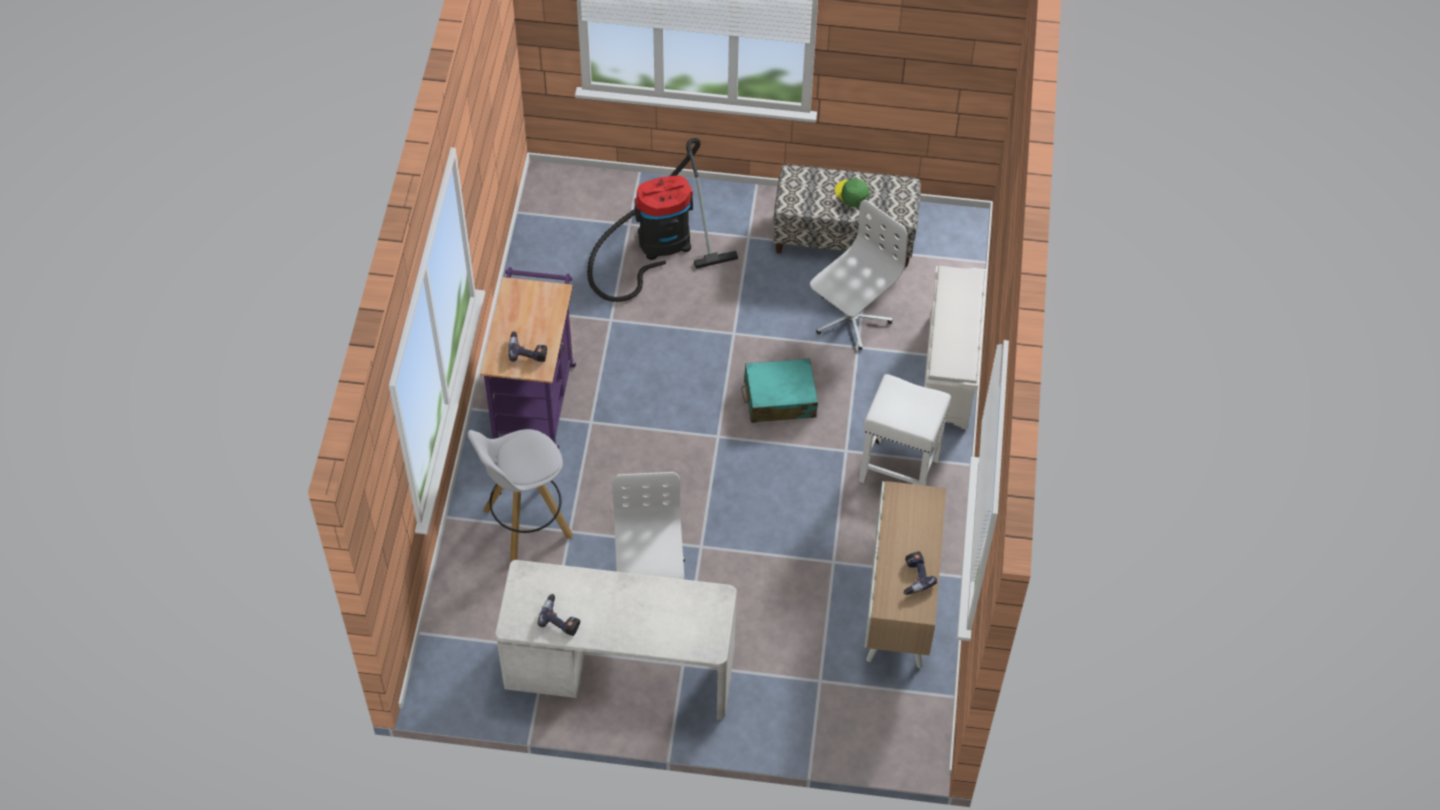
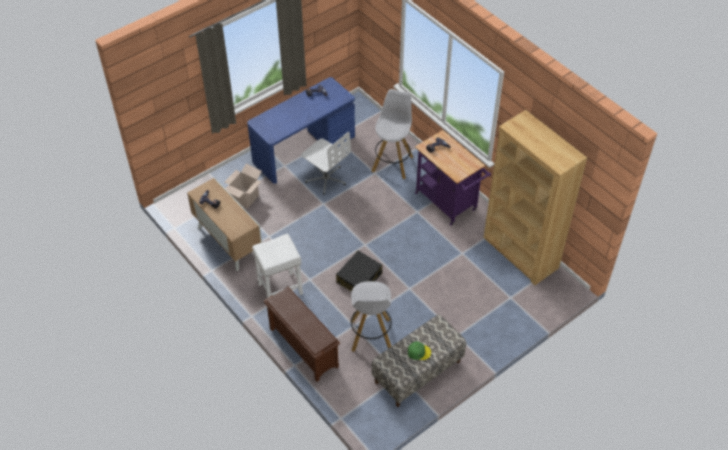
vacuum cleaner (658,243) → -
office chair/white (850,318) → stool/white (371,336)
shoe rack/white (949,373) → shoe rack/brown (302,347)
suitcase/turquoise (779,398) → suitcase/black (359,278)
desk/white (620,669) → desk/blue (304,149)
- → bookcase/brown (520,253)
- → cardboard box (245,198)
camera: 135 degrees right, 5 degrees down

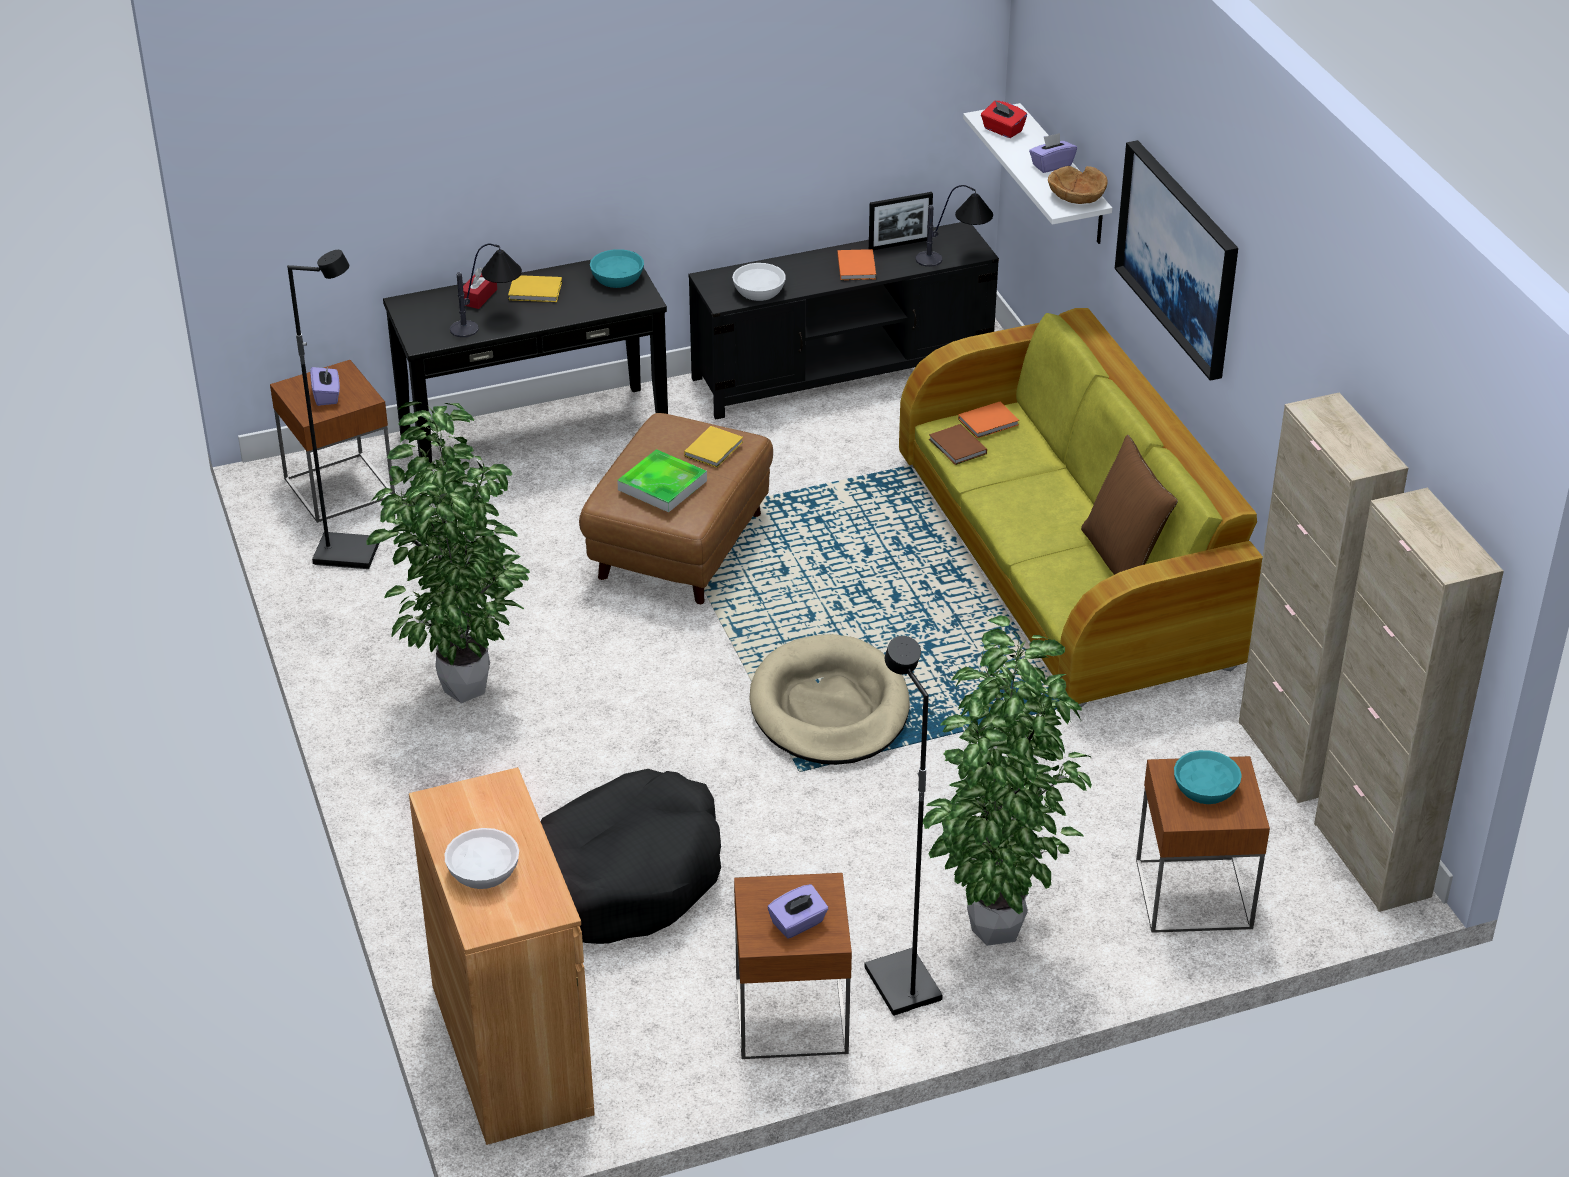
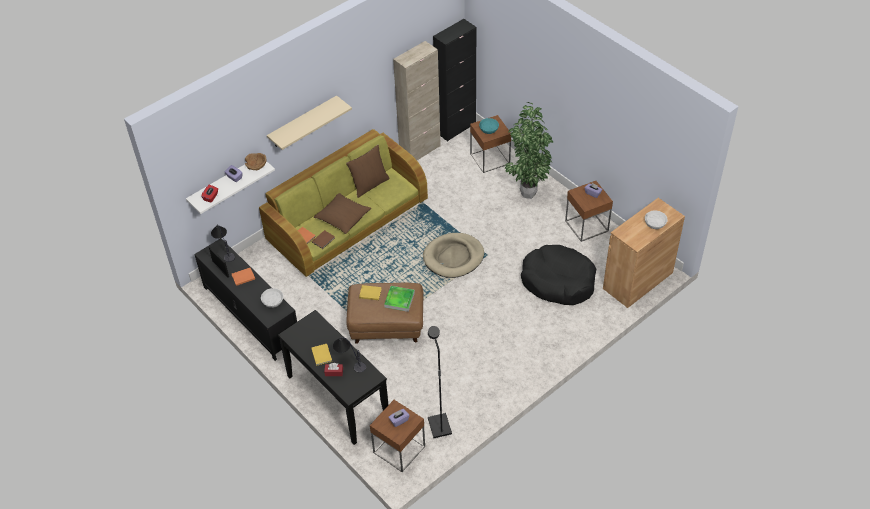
picture (1179,257) → shelf/beige (303,122)
bowl/turquoise (616,278) → -
potted plant (462,692) → -
cabinet/beige (1371,860) → cabinet/black (456,128)
floor lamp/black (900,985) → -
- → pillow/brown (343,217)
camera: 110 degrees left, 10 degrees up

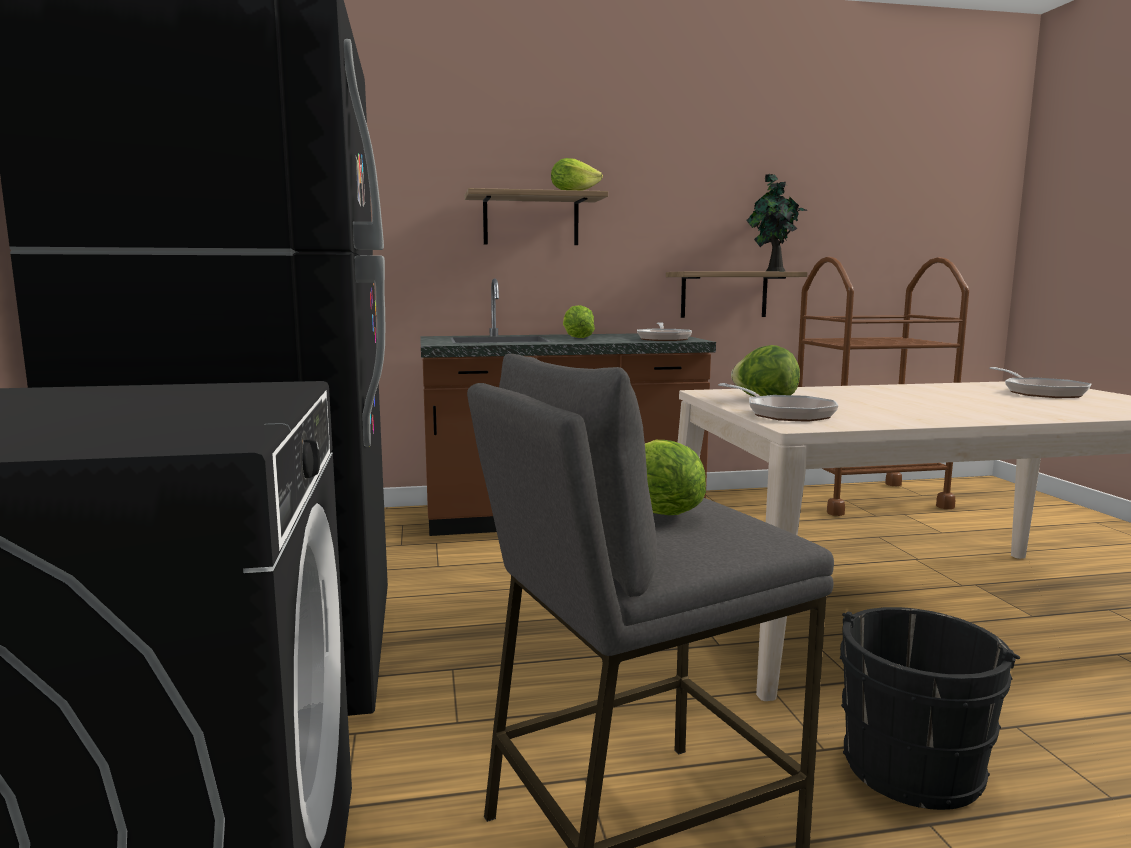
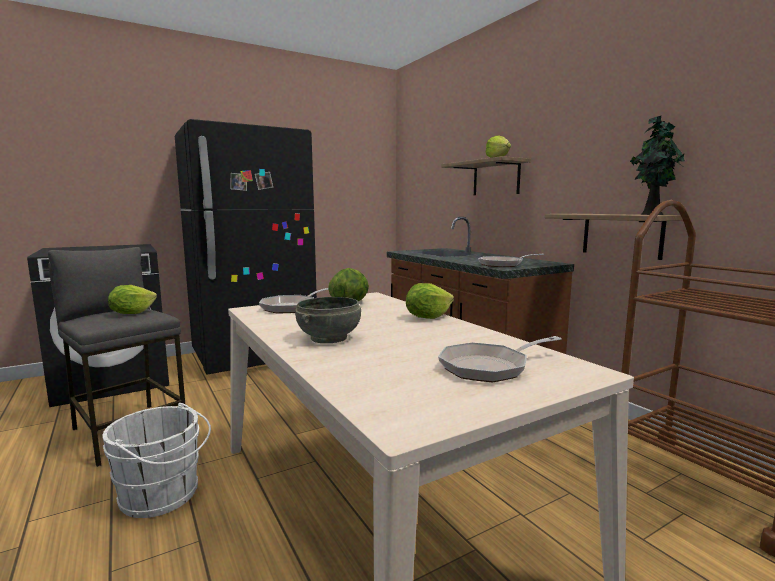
lettuce (577,338) → lettuce (427,317), relocated
bucket/black (914,763) → bucket/white (163,496)
- → bowl/grey (329,338)
camera: 70 degrees right, 0 degrees up

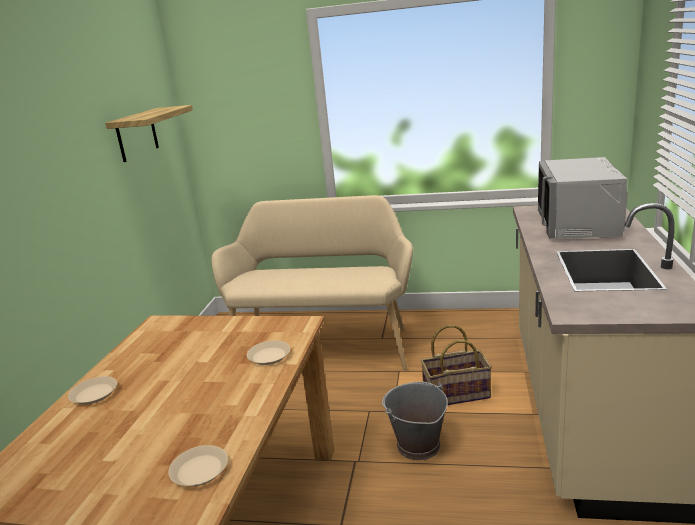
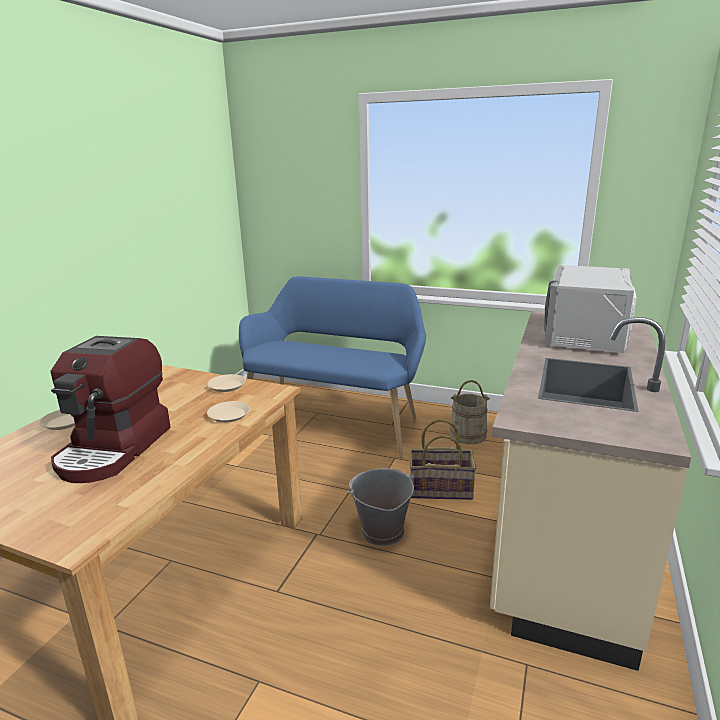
shelf (137,134) → -
bench/beige (323,345) → bench/blue (335,422)
plate/beige (199,470) → plate/beige (226,386), relocated
- → coffee machine (115,449)
- → bucket/beige (468,435)
camera: 10 degrees right, 0 degrees up

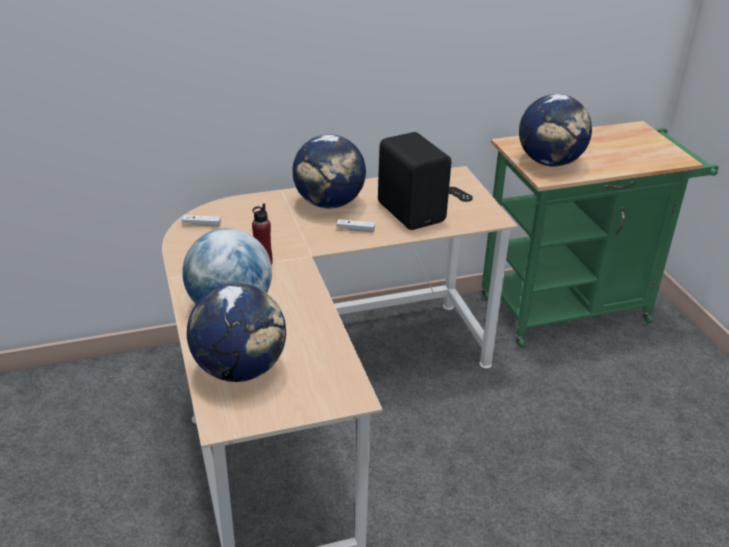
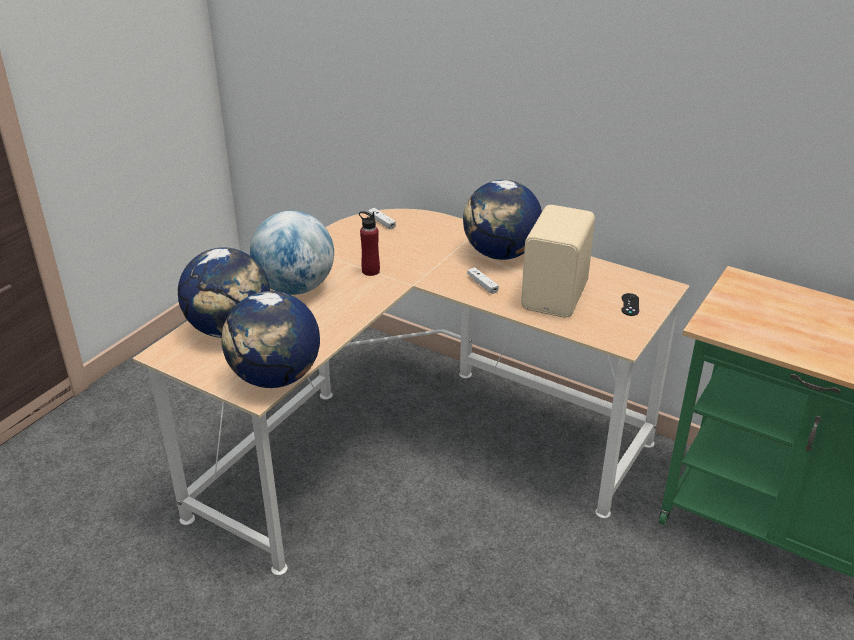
globe (550,162) → globe (275,378), relocated
speaker/black (412,211) → speaker/beige (557,296)
camera: 50 degrees right, 0 degrees up

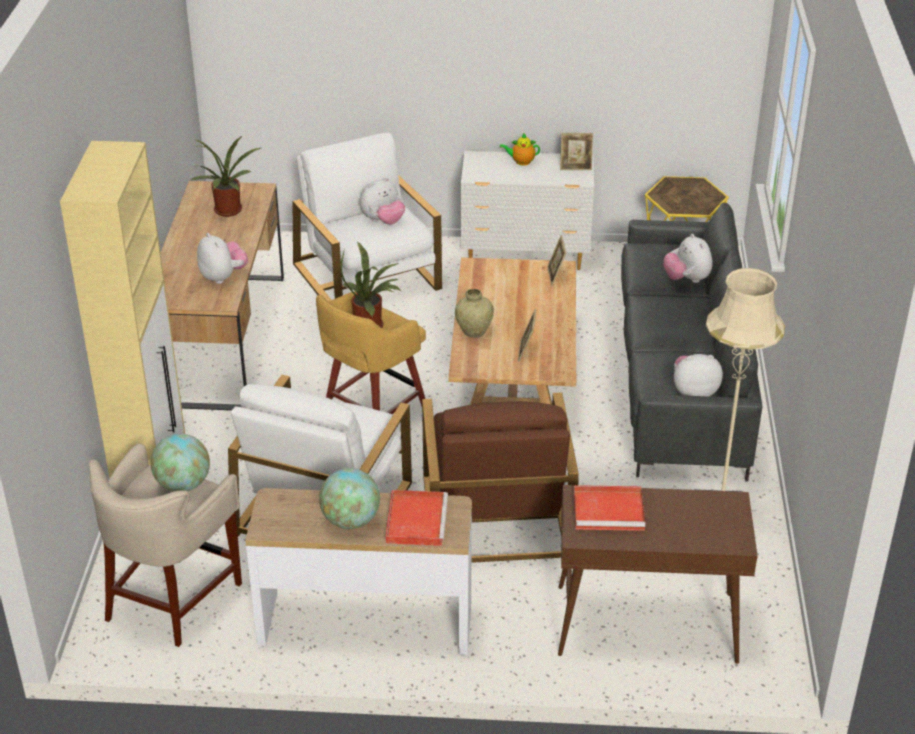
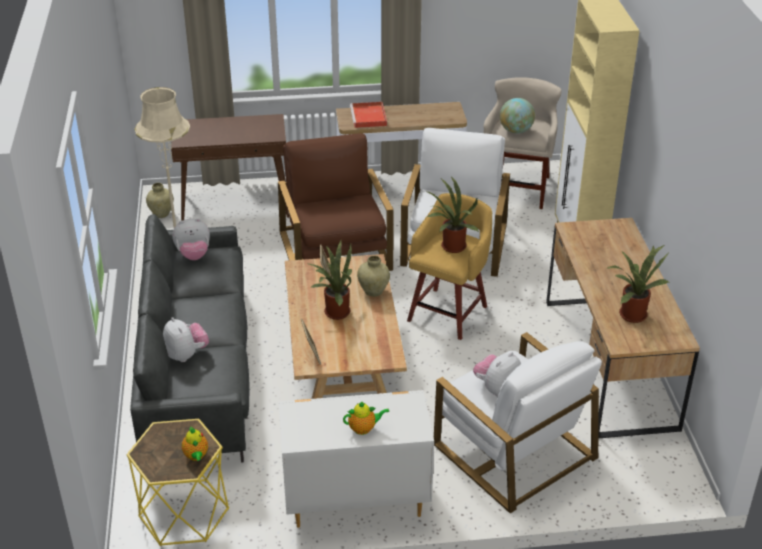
picture frame (575,167) → -
plush toy (223,277) → -
globe (350,520) → -
tray/red (610,510) → -
- → vase/beige (161,214)
- → potted plant (334,312)
- → teapot (196,456)
camera: 170 degrees right, 0 degrees up

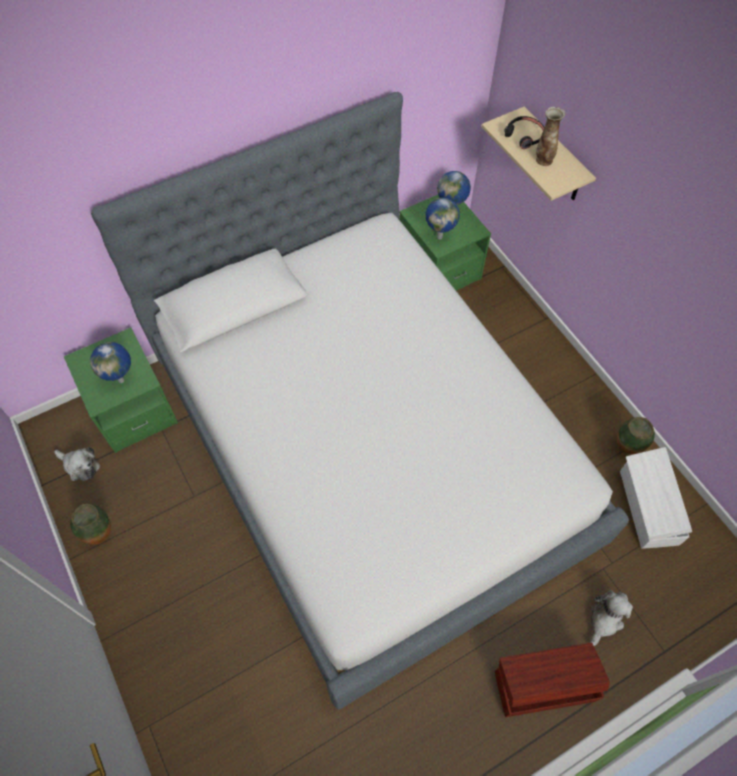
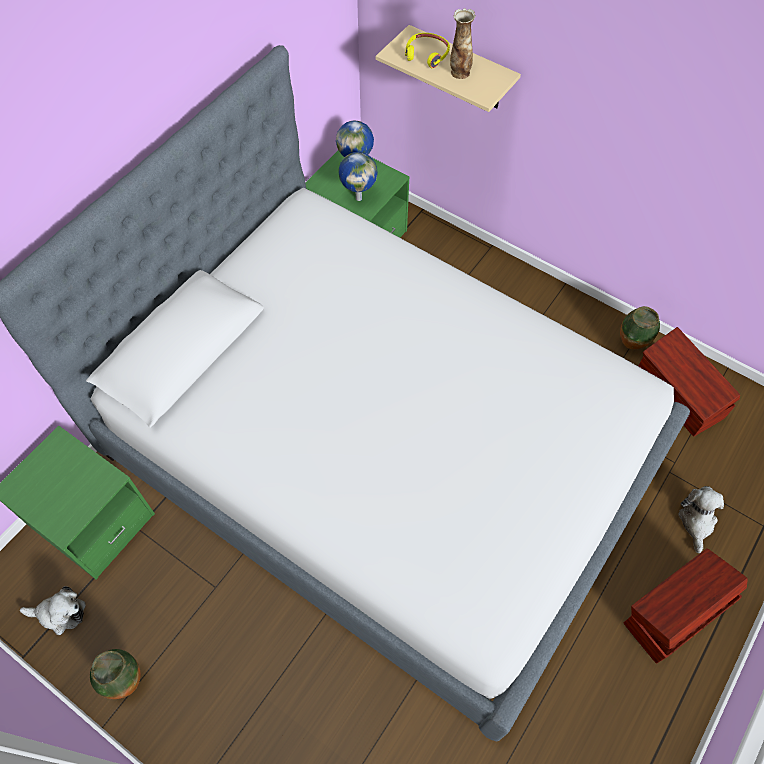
headphones/black (524,136) → headphones/yellow (426,54)
globe (122,380) → -
storage box/white (647,508) → storage box/brown (678,395)
camera: 25 degrees left, 0 degrees up

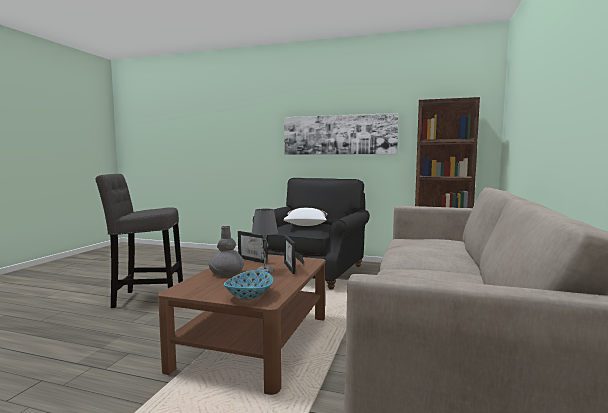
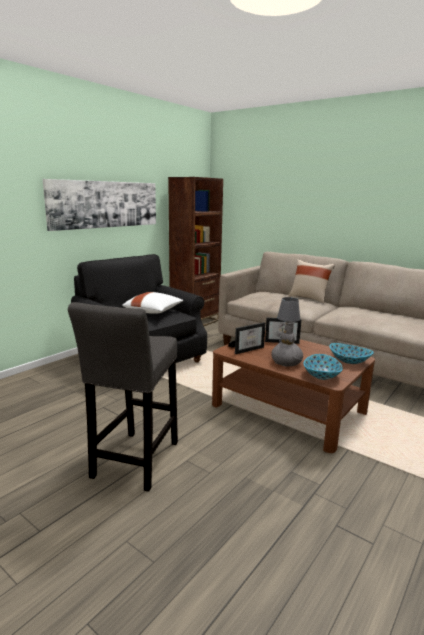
- → pillow/beige (309,298)
- → bowl (322,376)
camera: 70 degrees left, 10 degrees up

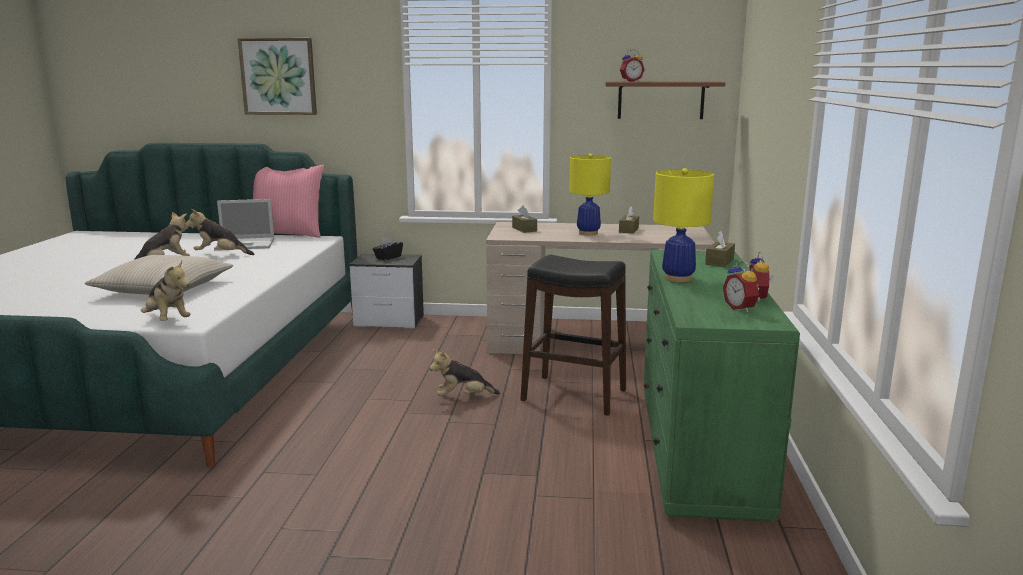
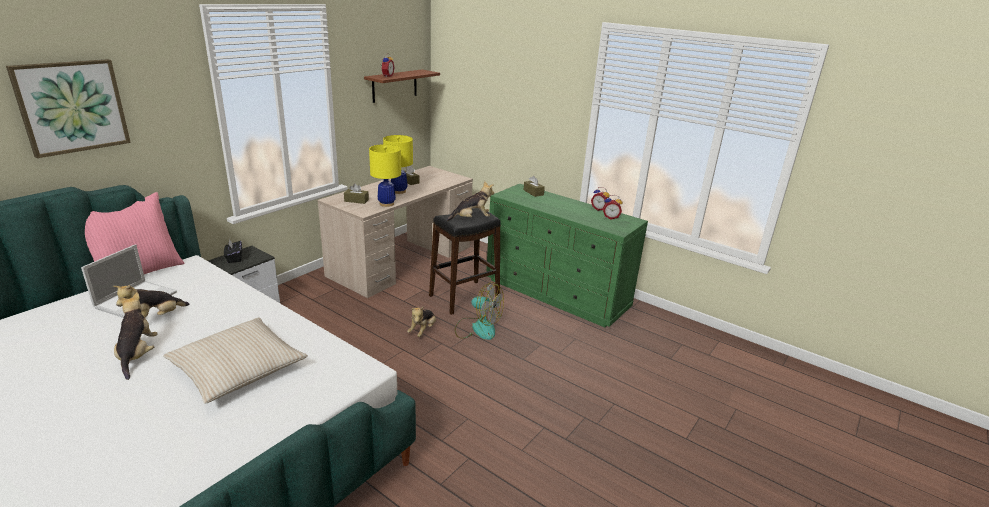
table lamp/yellow (677,278) → table lamp/yellow (386,204), relocated
plush toy (167,320) → plush toy (472,219), relocated
- → fan (477,328)
camera: 60 degrees left, 10 degrees up

